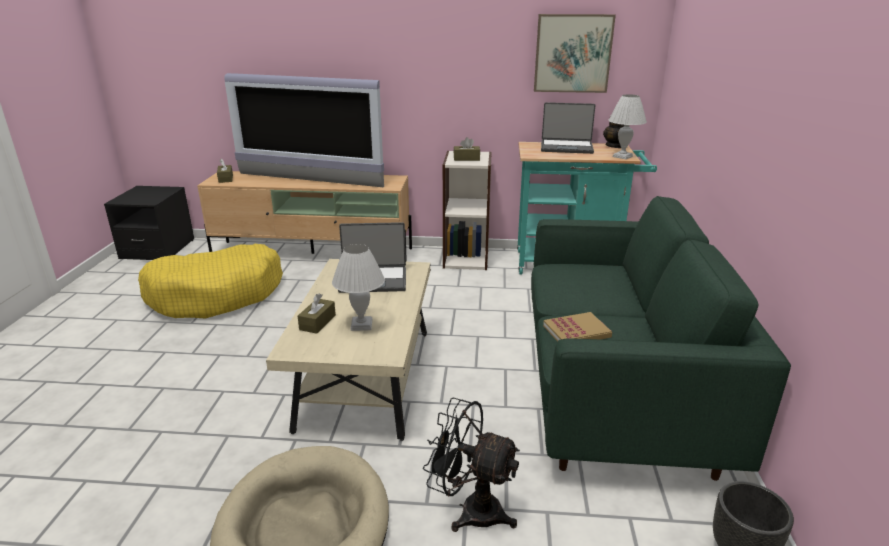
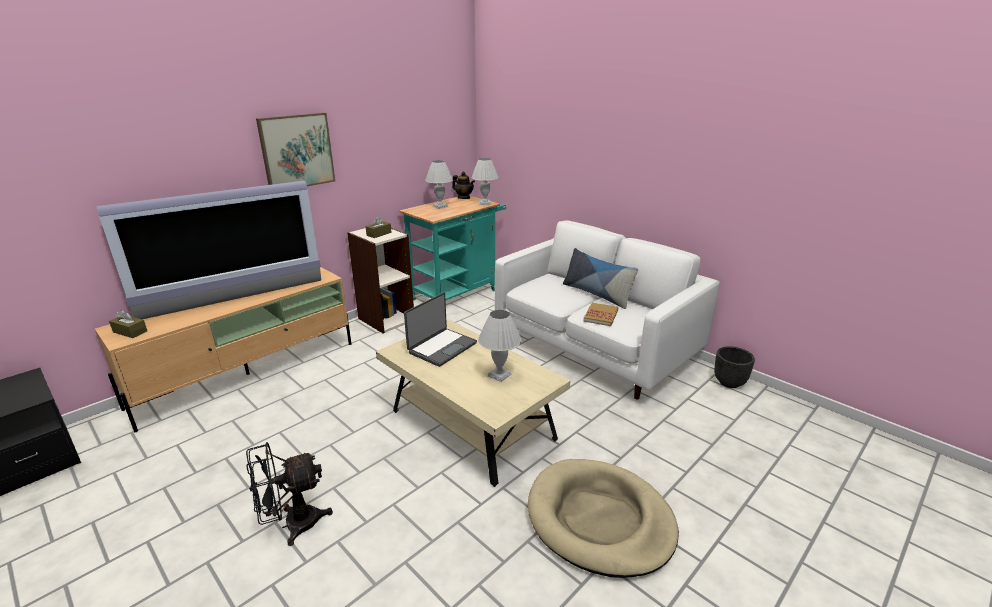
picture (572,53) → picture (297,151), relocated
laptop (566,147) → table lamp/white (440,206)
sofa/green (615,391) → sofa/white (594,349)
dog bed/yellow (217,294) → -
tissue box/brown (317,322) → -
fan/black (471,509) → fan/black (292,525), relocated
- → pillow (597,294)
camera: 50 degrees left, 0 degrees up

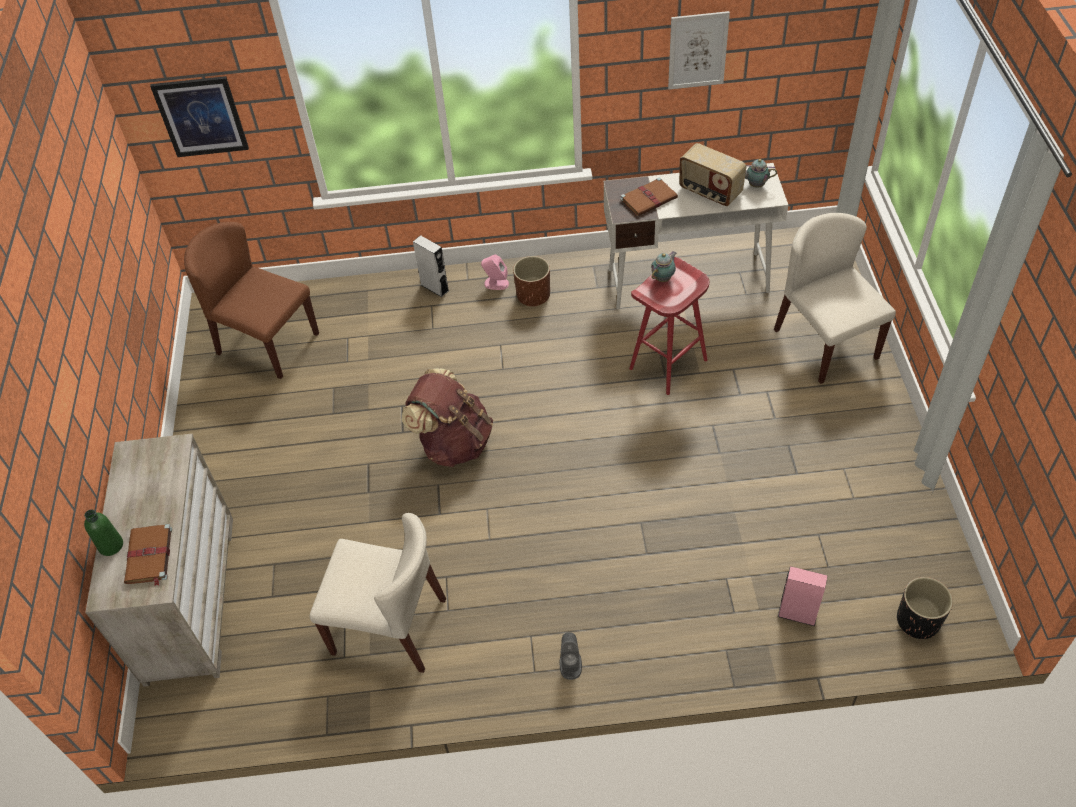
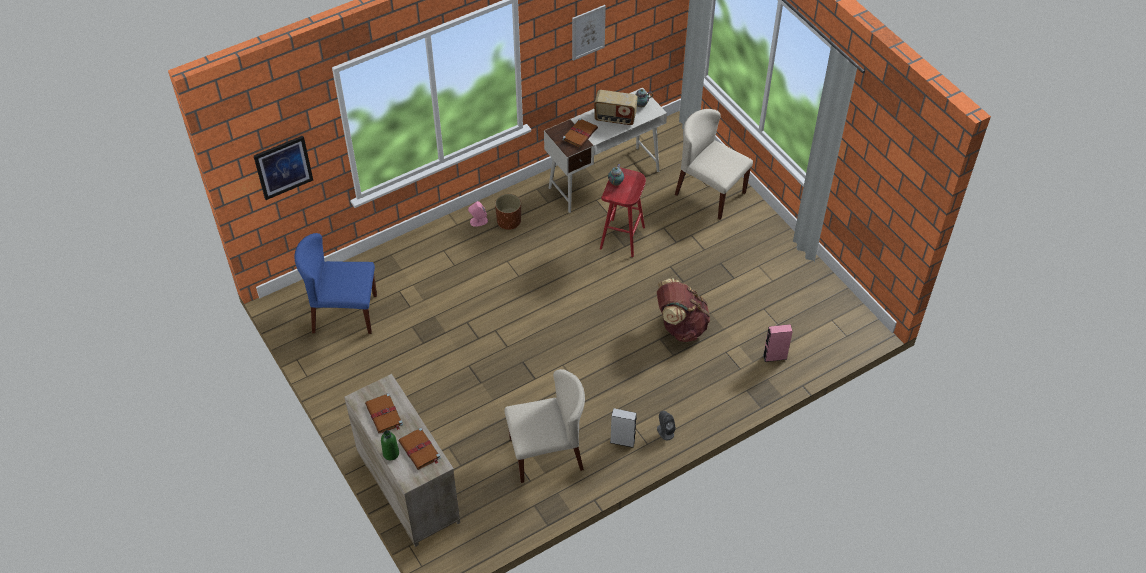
chair/brown (267,343) → chair/blue (344,313)
speaker/grey (434,287) → speaker/grey (622,441), relocated
backpack/brown (453,442) → backpack/brown (680,326), relocated
planter/black (917,620) → -
- → book/brown (384,415)
camera: 30 degrees left, 0 degrees up

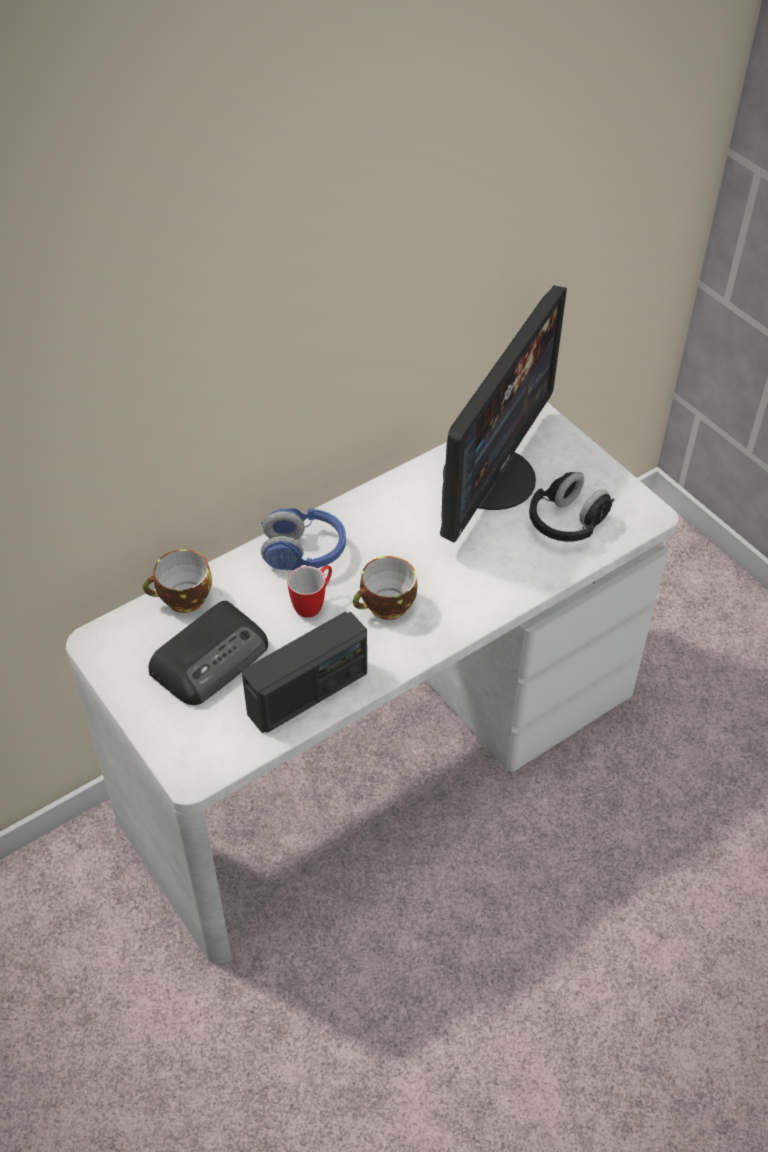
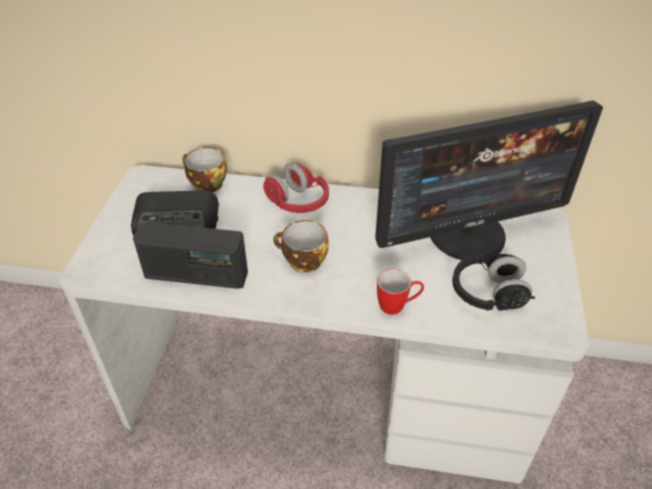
headphones/blue (303,553) → headphones/red (297,202)
mug (313,604) → mug (398,306), relocated
camera: 45 degrees right, 5 degrees down

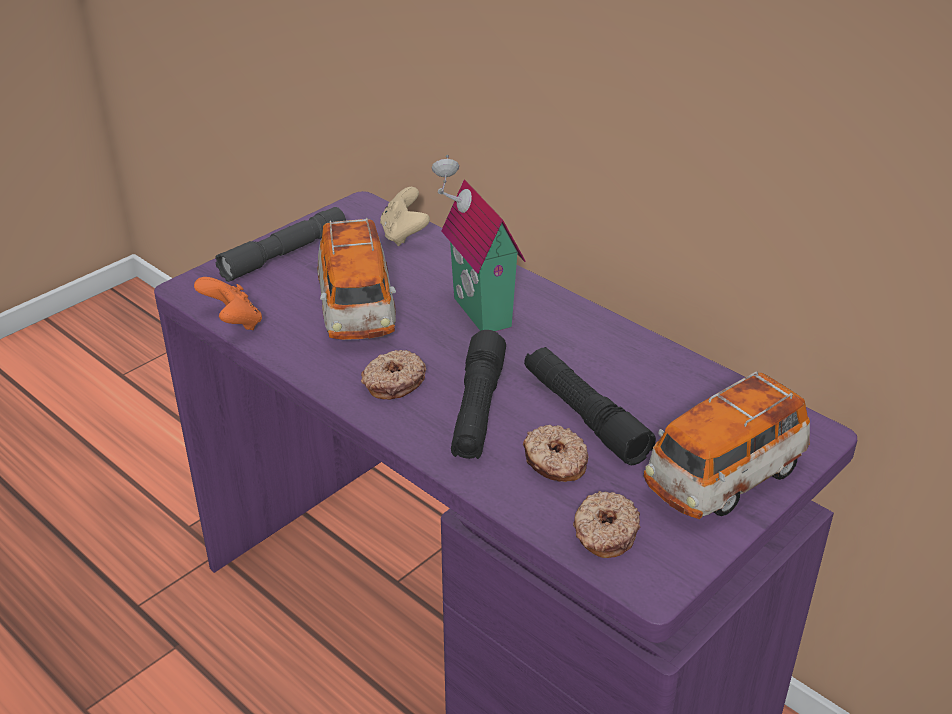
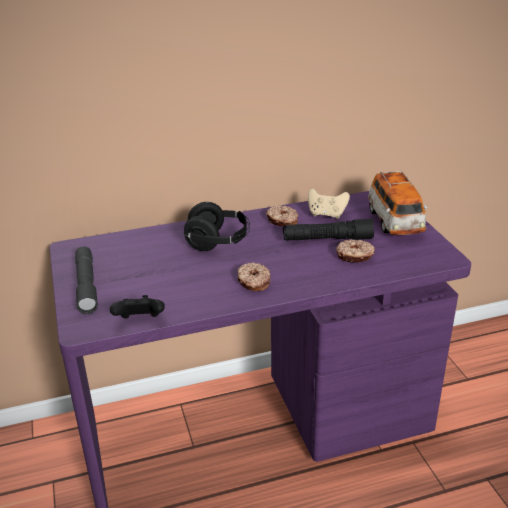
toy house (477,313) → headphones/black (218,242)
game controller/beige (404,235) → game controller/beige (326,215), relocated
toy car (357,310) → -
game controller/orange (233,323) → game controller/black (140,321)
flashlight/black (477,409) → -
donut (604,533) → donut (282,221), relocated
camera: 60 degrees left, 5 degrees down

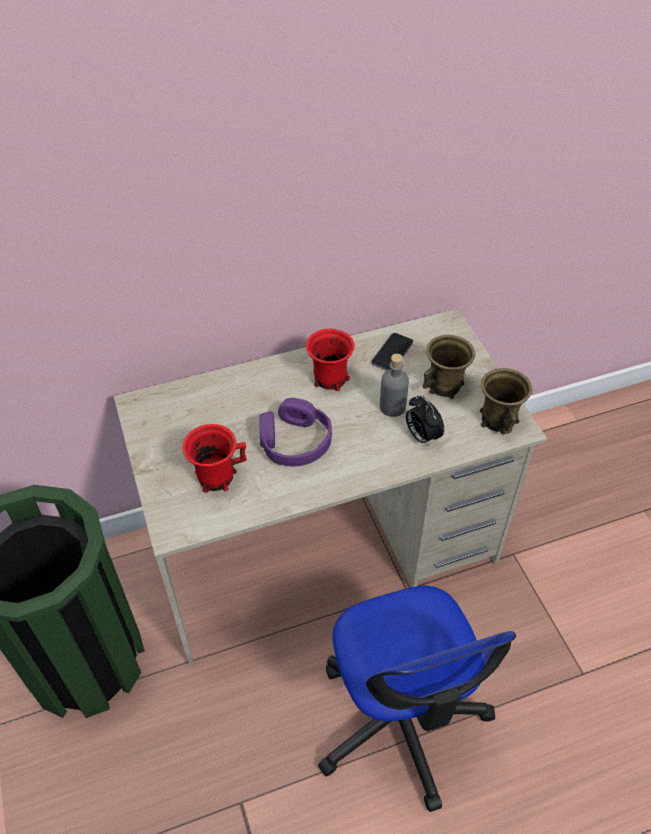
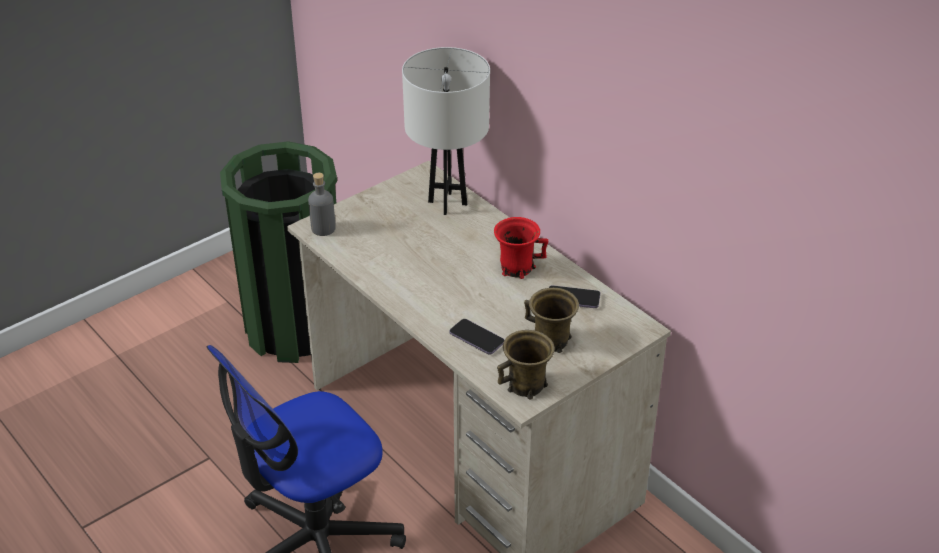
bottle/grey (392,407) → bottle/grey (323,228), relocated
alarm clock (421,436) → phone (476,338)
headphones/purple (294,441) → -
mug/red (215,476) → -
- → table lamp/white (448,203)
camera: 70 degrees right, 10 degrees down

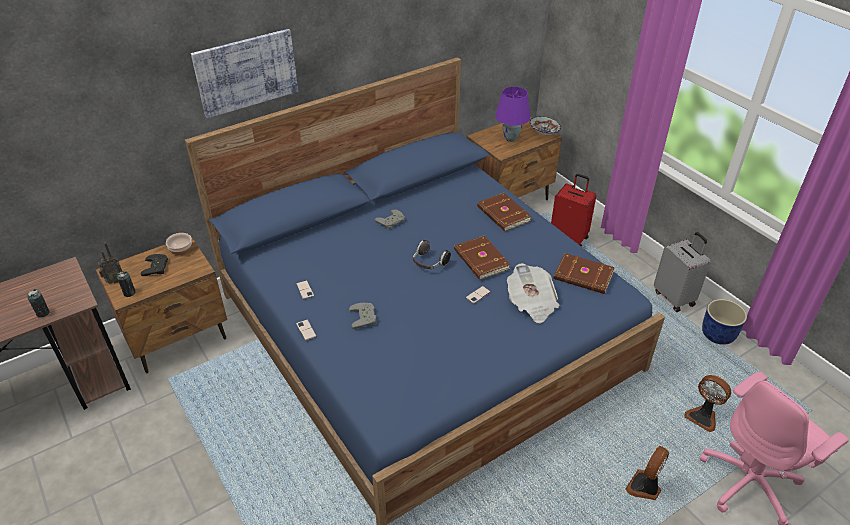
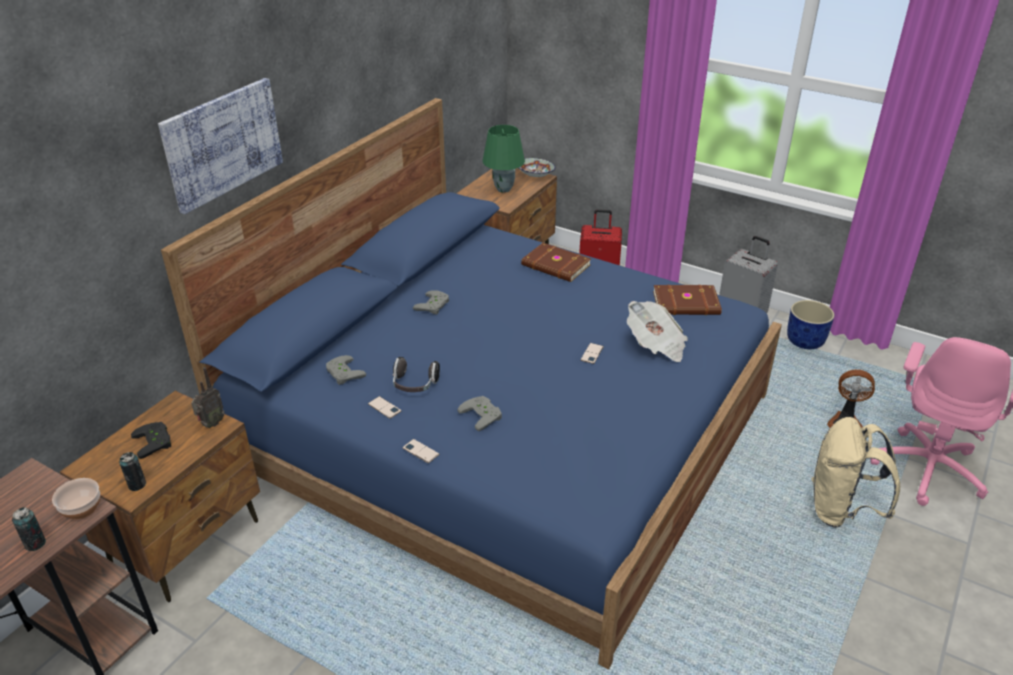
table lamp/purple (510,138) → table lamp/green (503,189)
bowl (181,250) → bowl (81,508), relocated
book/brown (480,260) → -
headphones (429,263) → headphones (414,385), relocated
radio (114,280) → radio (211,424), relocated
fan (644,487) → backpack/beige (841,510)
- → game controller/grey (342,373)
camera: 25 degrees left, 5 degrees down

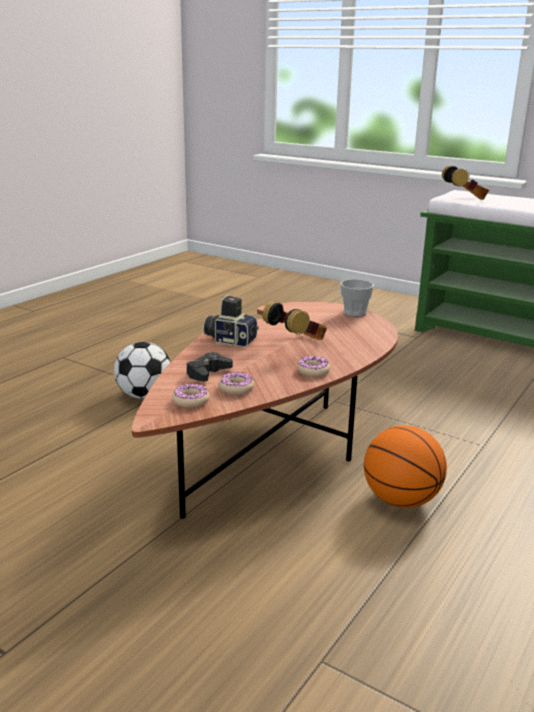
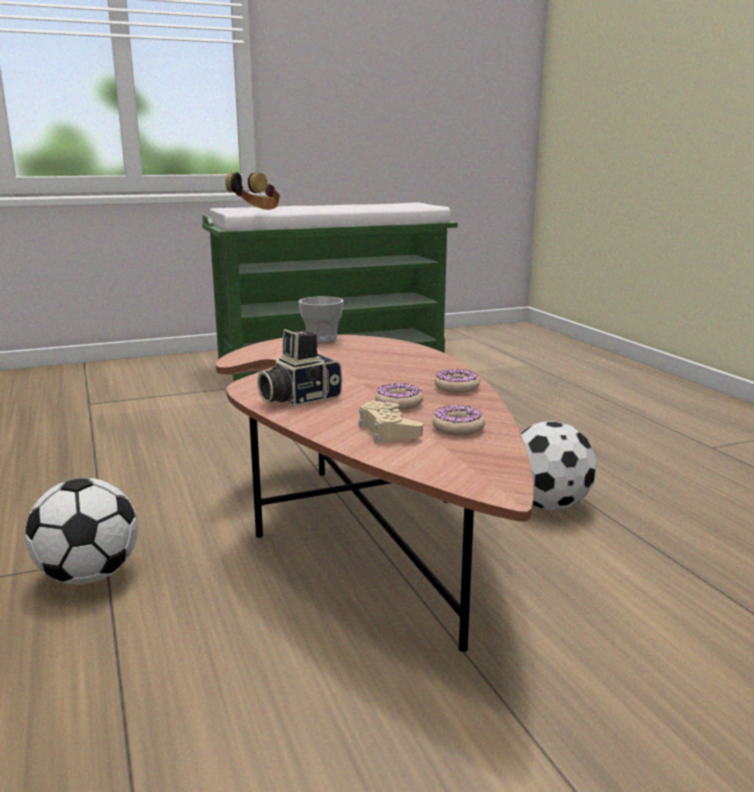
headphones (297,343) → -
game controller/black (208,373) → game controller/beige (388,431)
donut (190,401) → donut (398,403), relocated
basketball (400,500) → football (549,504)
camera: 55 degrees left, 5 degrees down

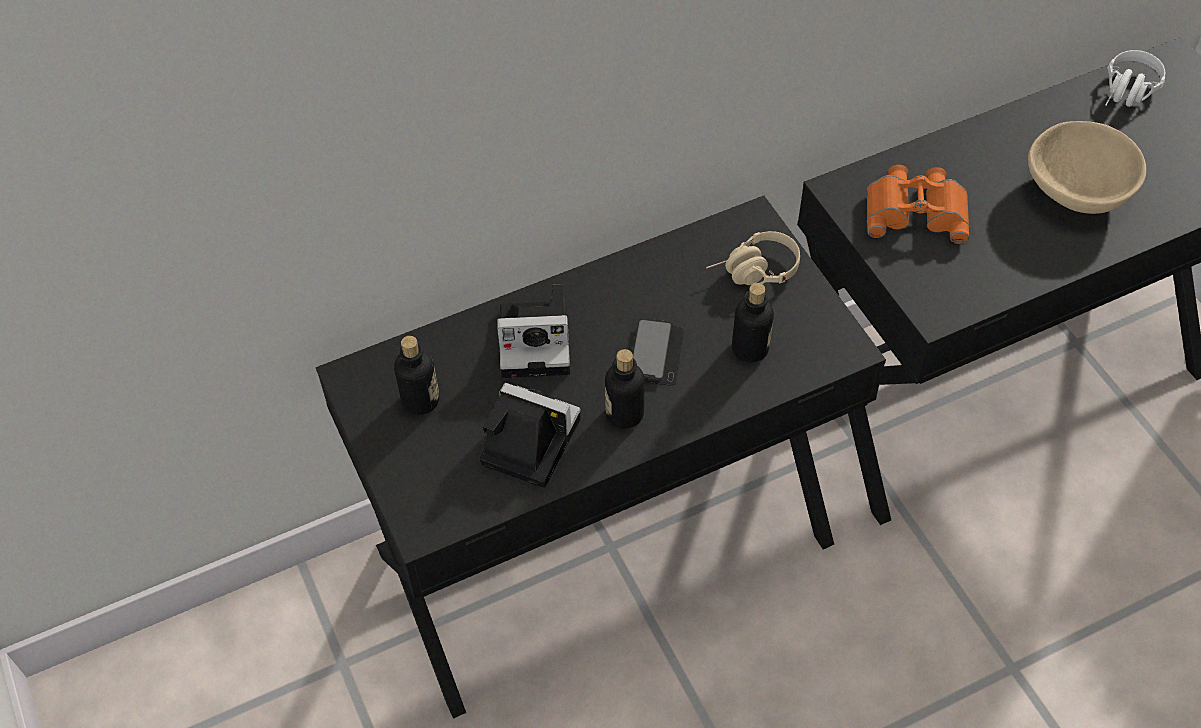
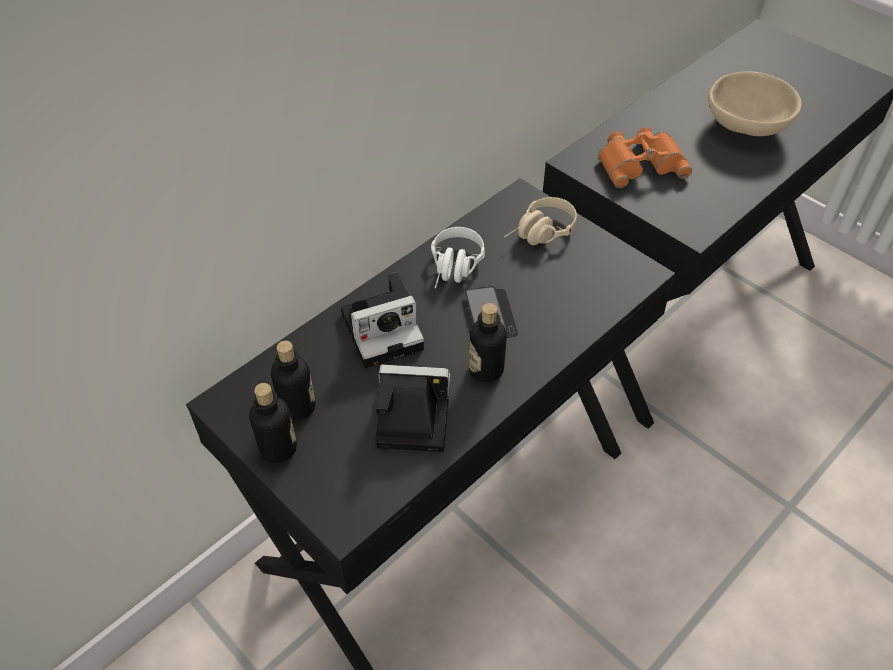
headphones/white (1127,93) → headphones/white (455,269), relocated
bottle (750,349) → bottle (278,448), relocated
camera: 20 degrees left, 5 degrees down

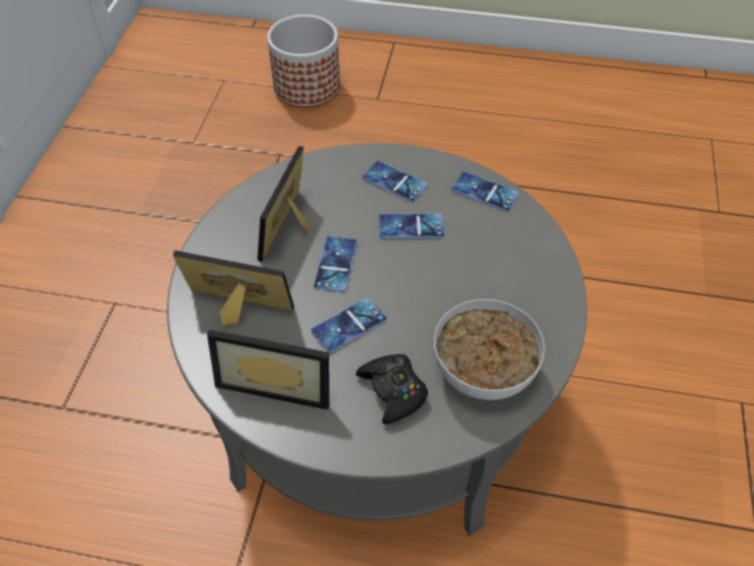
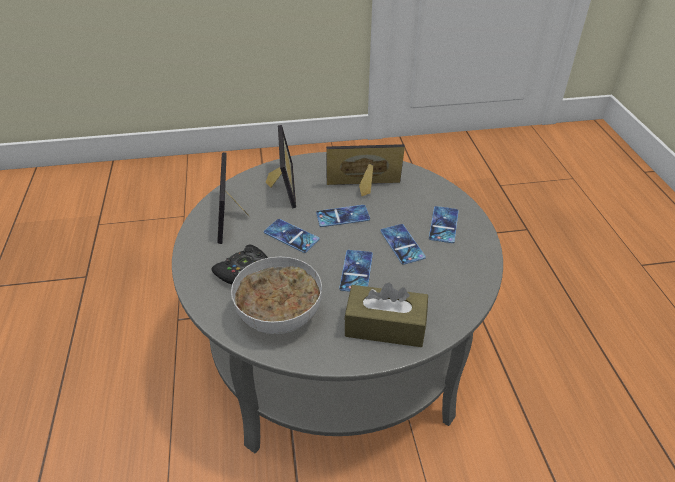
planter (307,87) → -
phone (484,192) → phone (356,271), relocated
- → tissue box/brown (385,326)
camera: 70 degrees right, 10 degrees down

